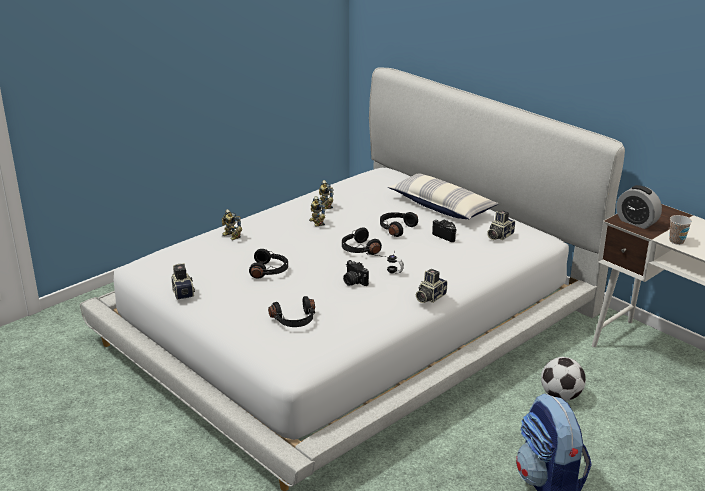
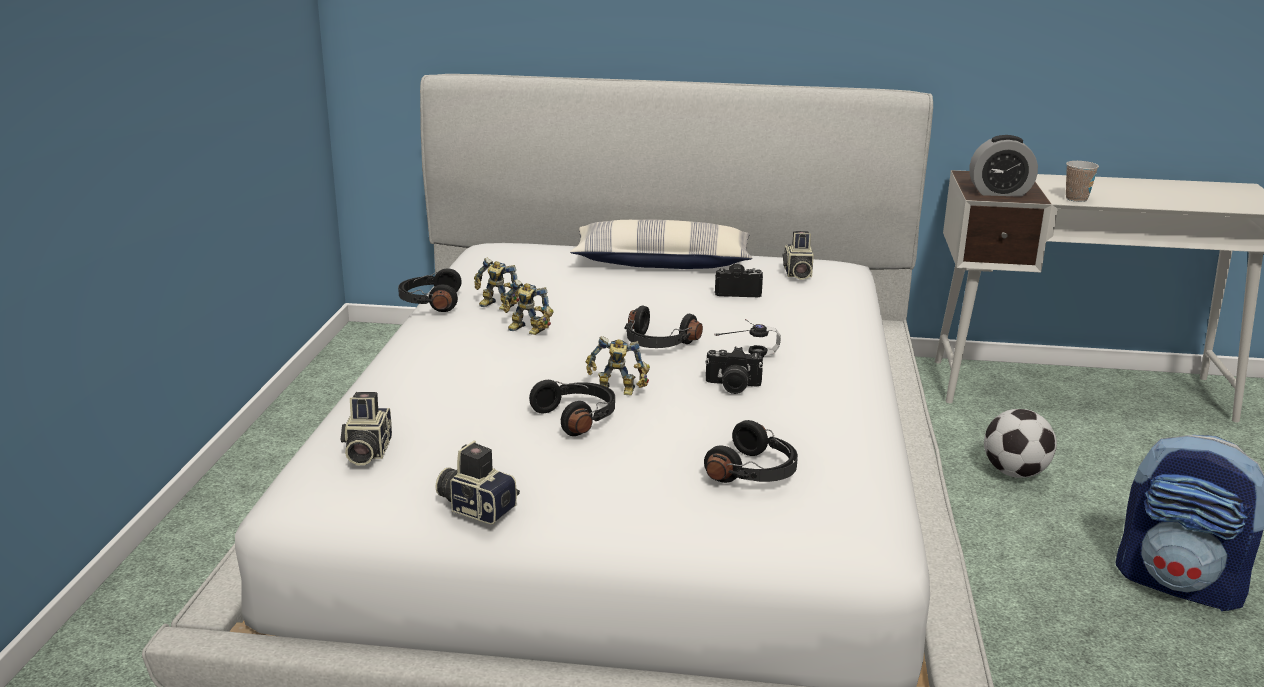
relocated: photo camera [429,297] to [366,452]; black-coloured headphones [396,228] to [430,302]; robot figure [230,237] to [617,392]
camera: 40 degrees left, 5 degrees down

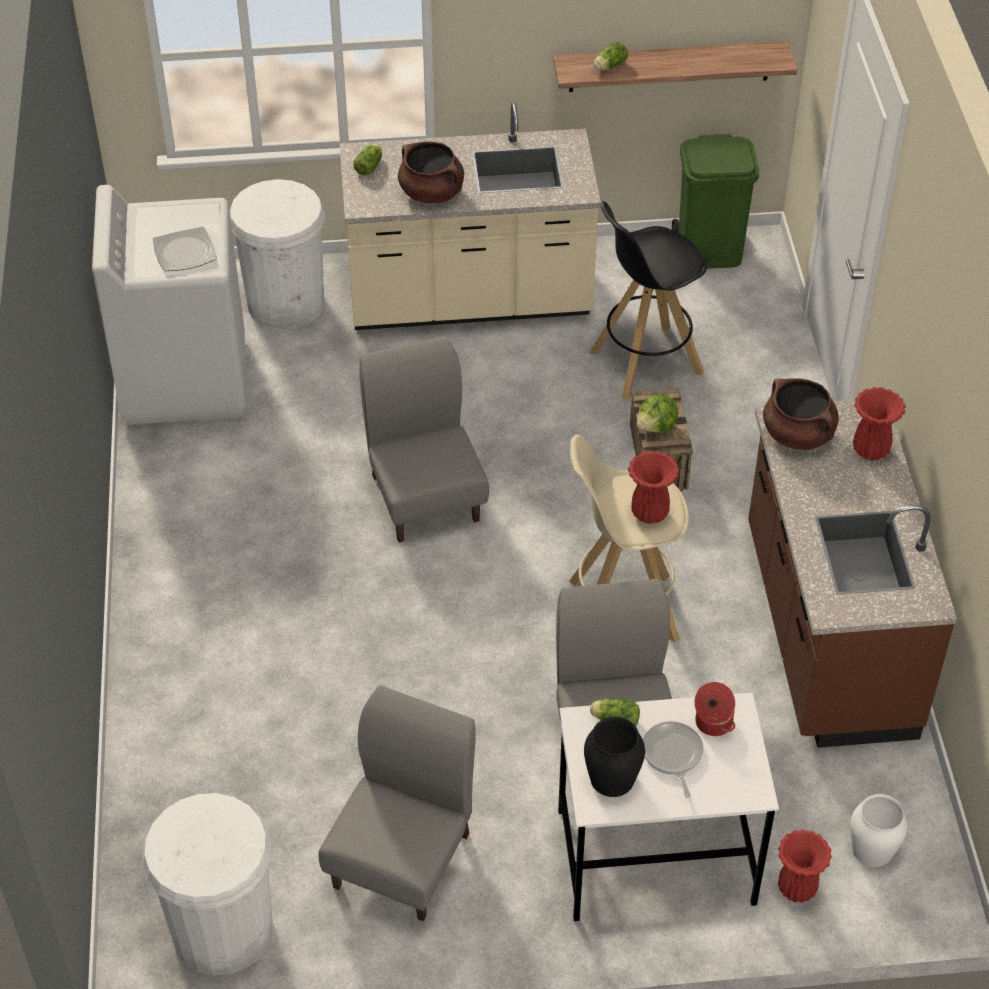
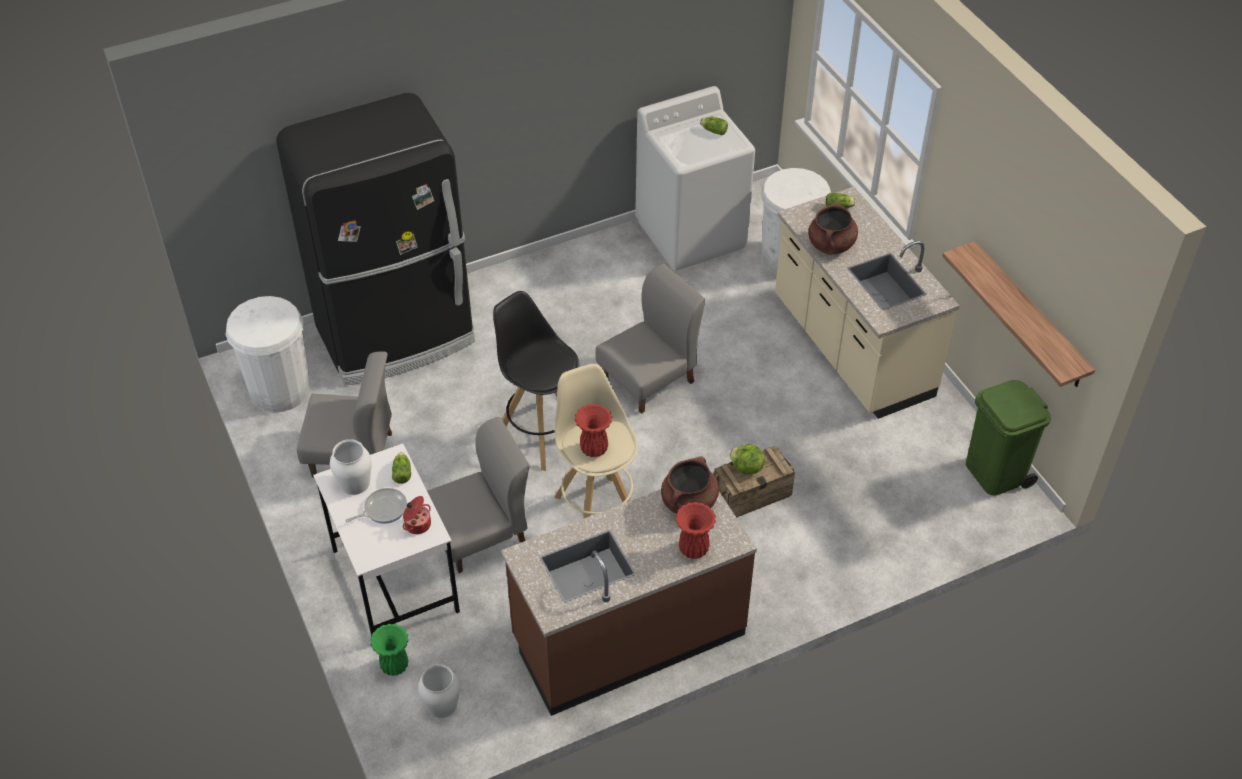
missing: plate [185,252]
appeared: black-coloured fridge [397,336]
relocated: black-coloured stool [644,362] to [541,434]; lettuce [608,66] to [713,130]
colour: black-coloured flower vase [611,778] to white-coloured flower vase [355,482]; red-coloured flower vase [796,889] to green-coloured flower vase [394,666]
camera: 70 degrees right, 0 degrees up

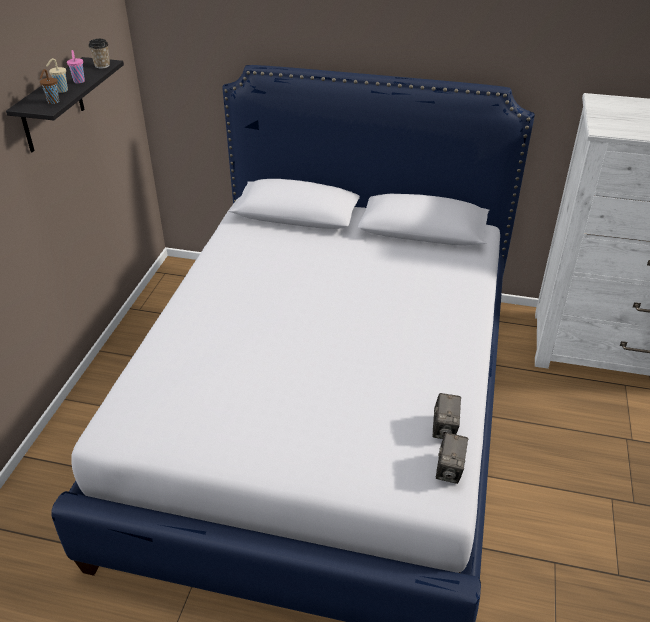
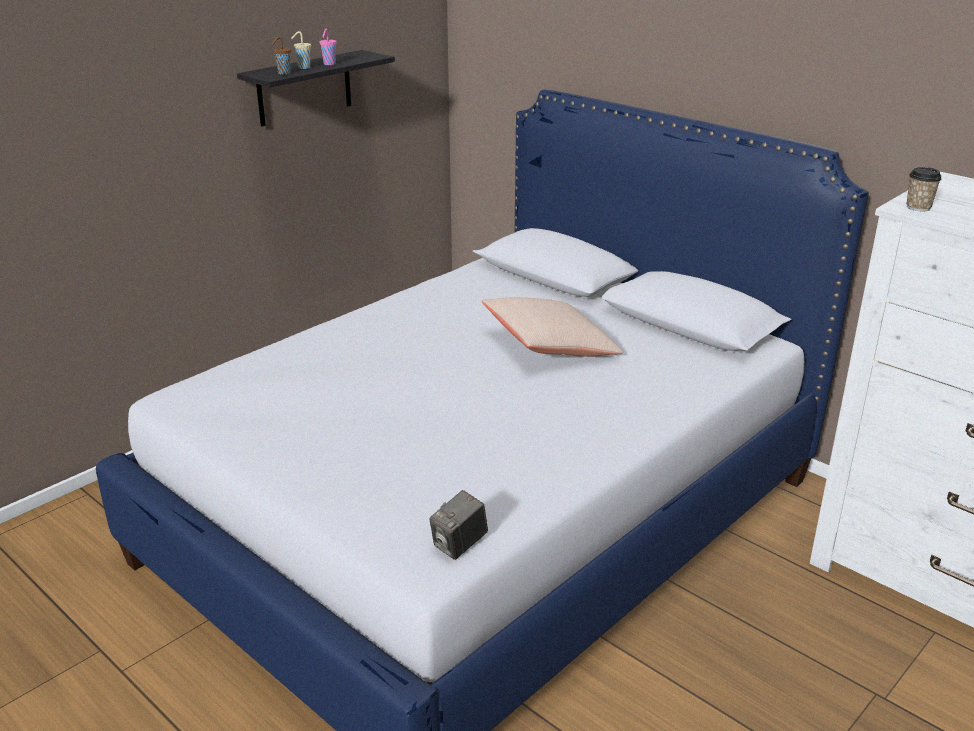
missing: photo camera [444,429]
appeared: beige-coloured throw pillow [550,346]
relocated: cup [102,65] to [918,207]
camera: 30 degrees right, 10 degrees down

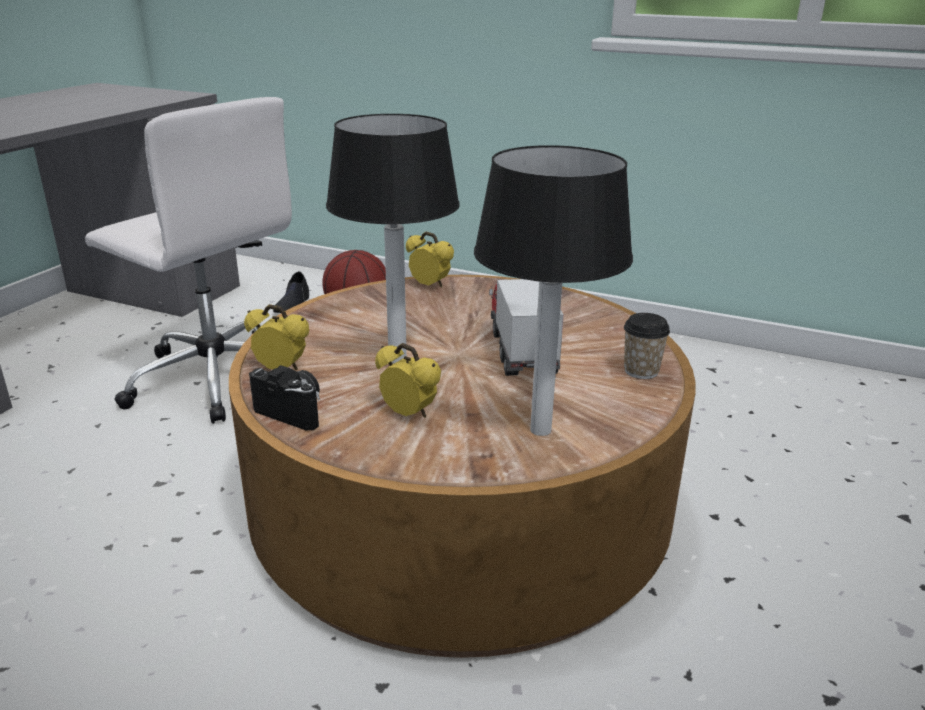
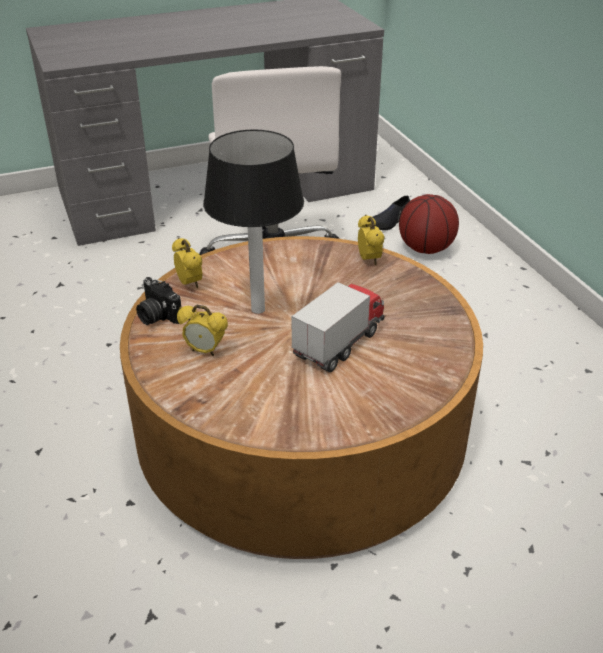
missing: lamp for a table [541,430]; cup [641,371]
spun: photo camera [294,412] = [157,316] 150 degrees clockwise; table clock [408,415] = [205,351] 120 degrees clockwise
camera: 45 degrees right, 10 degrees up

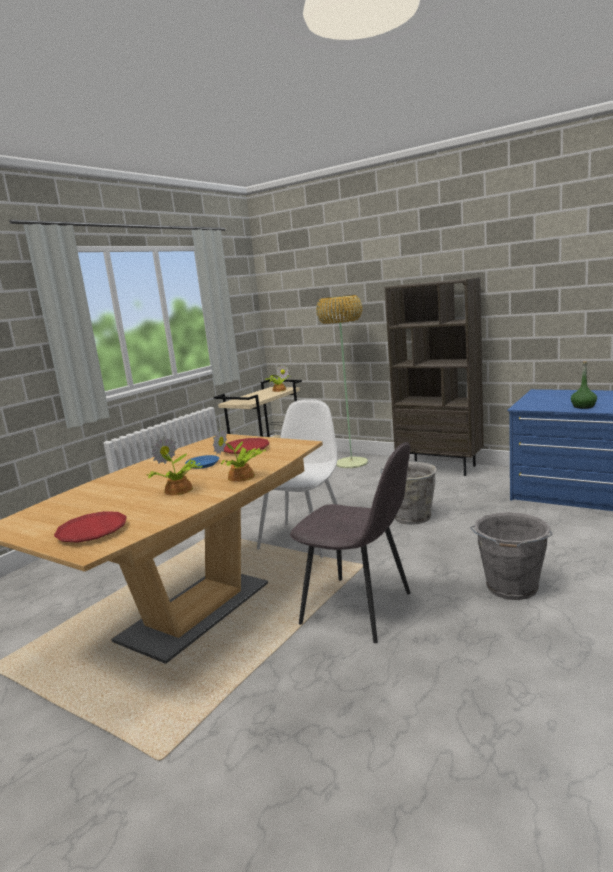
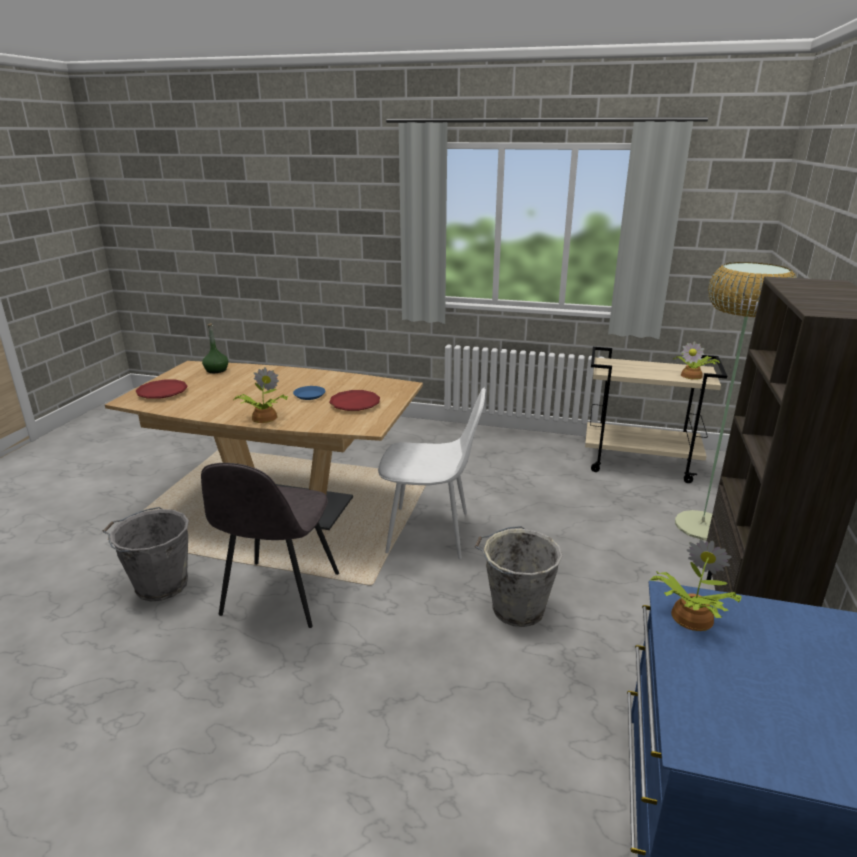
relocated: grey water bucket [511,588] to [159,585]; green-coloured drink bottle [583,406] to [216,370]; potted plant [178,490] to [690,617]
camera: 70 degrees right, 10 degrees up

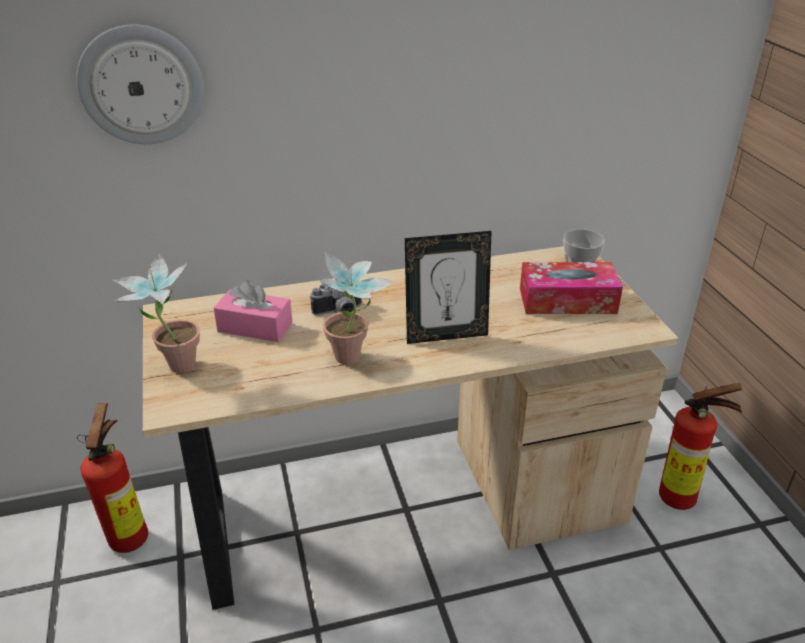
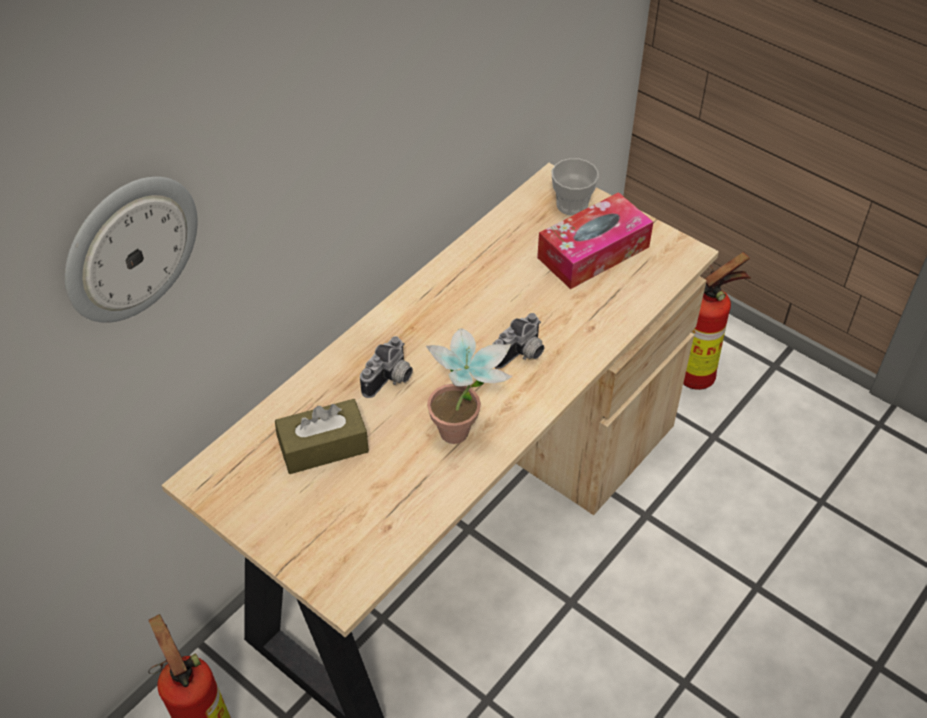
missing: potted plant [172,366]
exchanged: picture frame [446,335] to photo camera [521,355]
colour: pinkish tissue box [255,327] to brownish tissue box [323,446]
camera: 35 degrees left, 15 degrees up

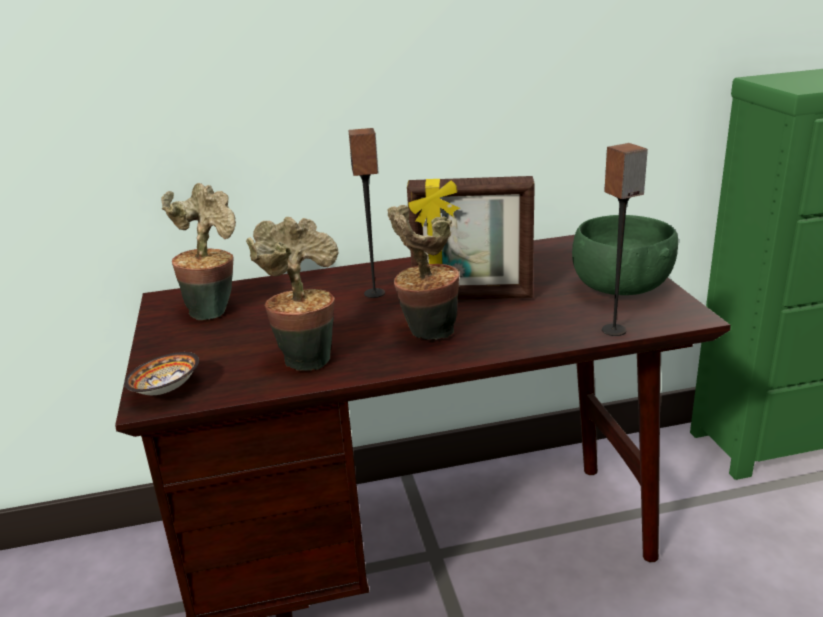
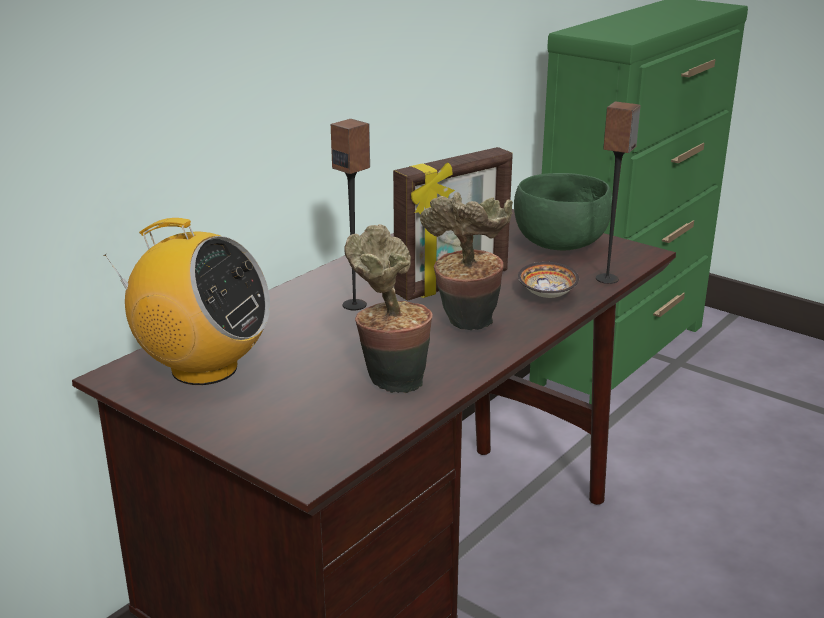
relocated: deep dish [166,389] to [547,295]
exchanged: potted plant [214,309] to radio receiver [203,368]
camera: 40 degrees left, 0 degrees up

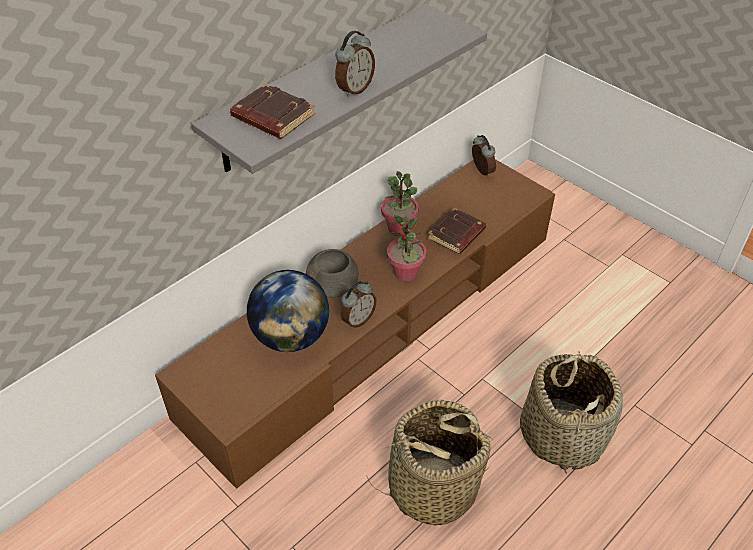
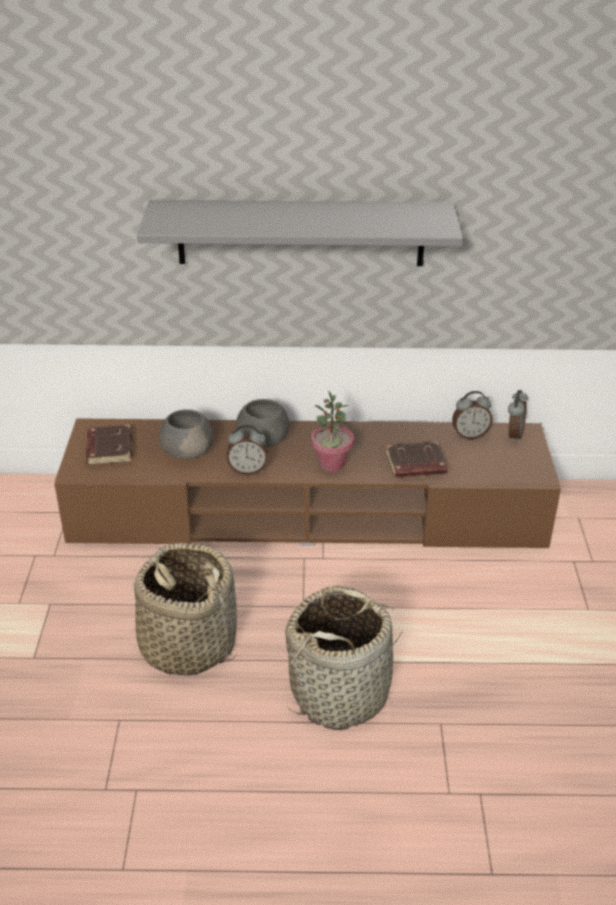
missing: potted plant [399,228]
relocated: brownish book [271,117] to [108,449]; table clock [354,89] to [469,435]
exchanged: world globe [291,336] to grey deep dish [187,451]
camera: 45 degrees right, 10 degrees down

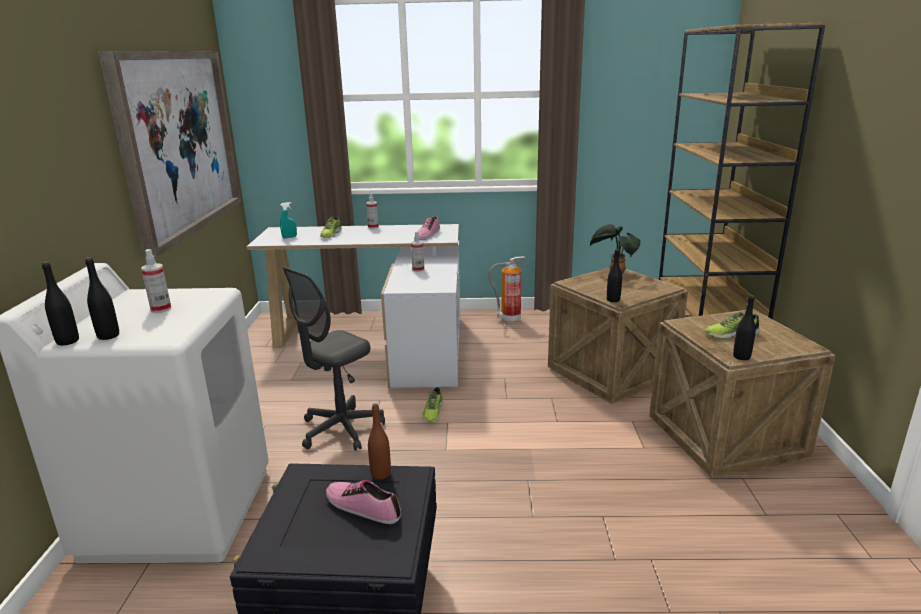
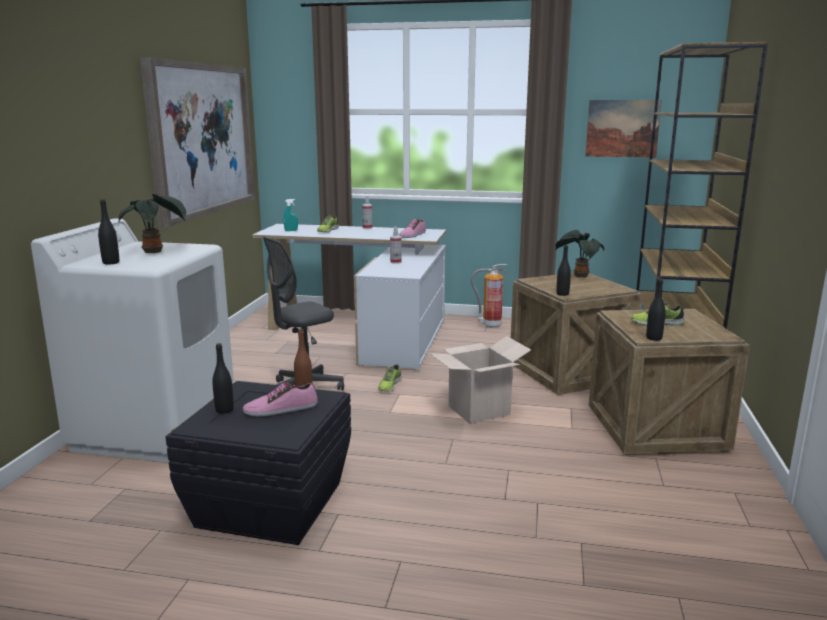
appeared: carton [478,410]; picture [622,128]
relocated: black-coloured drink bottle [67,341] to [224,410]
exchanged: spray bottle [161,309] to potted plant [155,252]
spun: item of footwear [363,506] = [280,409] 60 degrees counterclockwise
camera: 10 degrees right, 5 degrees down

